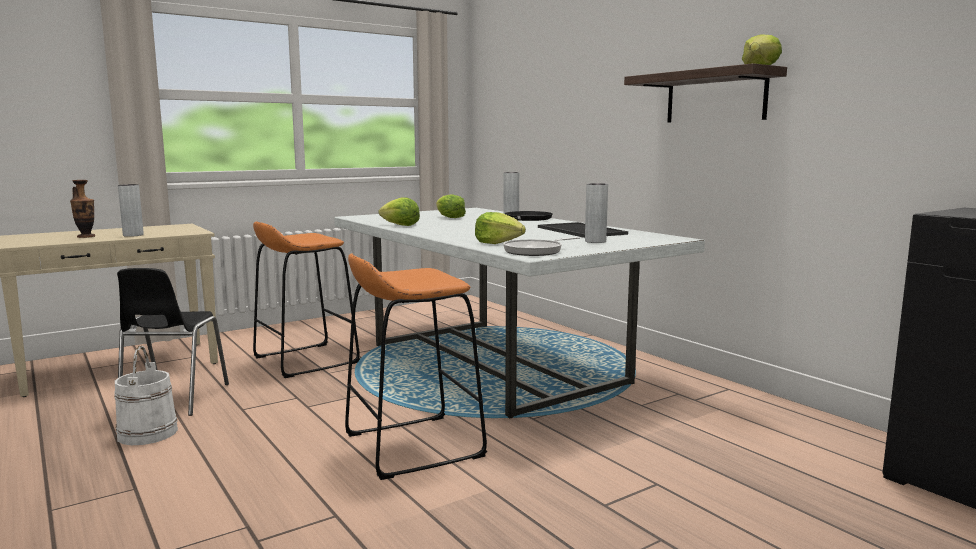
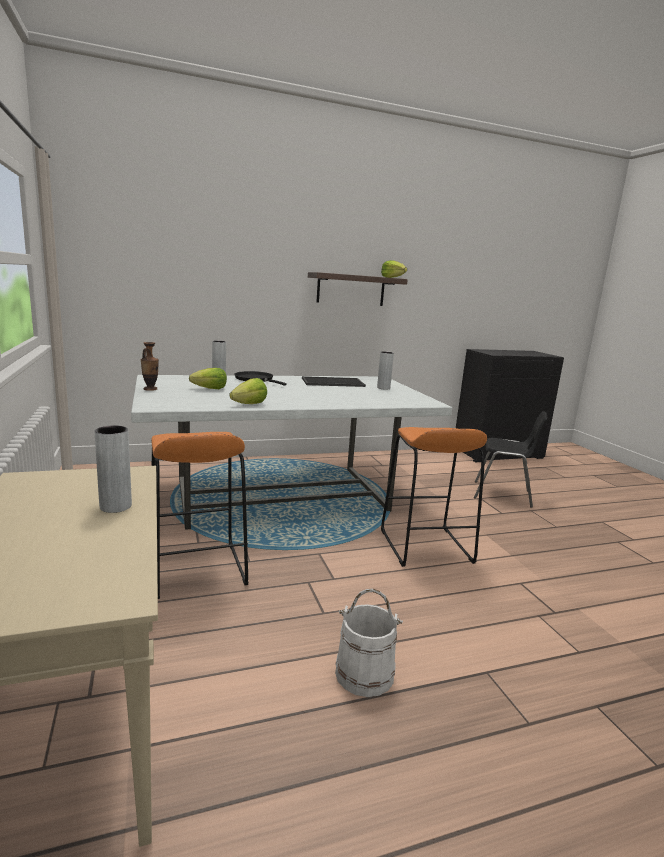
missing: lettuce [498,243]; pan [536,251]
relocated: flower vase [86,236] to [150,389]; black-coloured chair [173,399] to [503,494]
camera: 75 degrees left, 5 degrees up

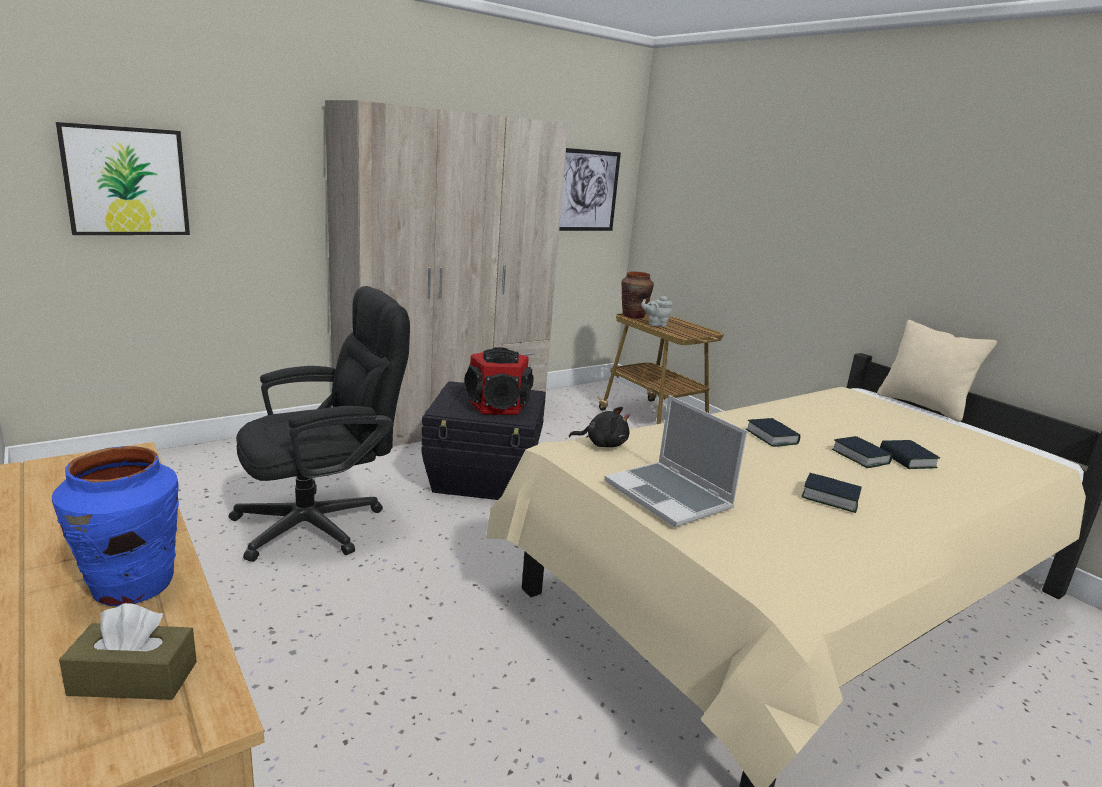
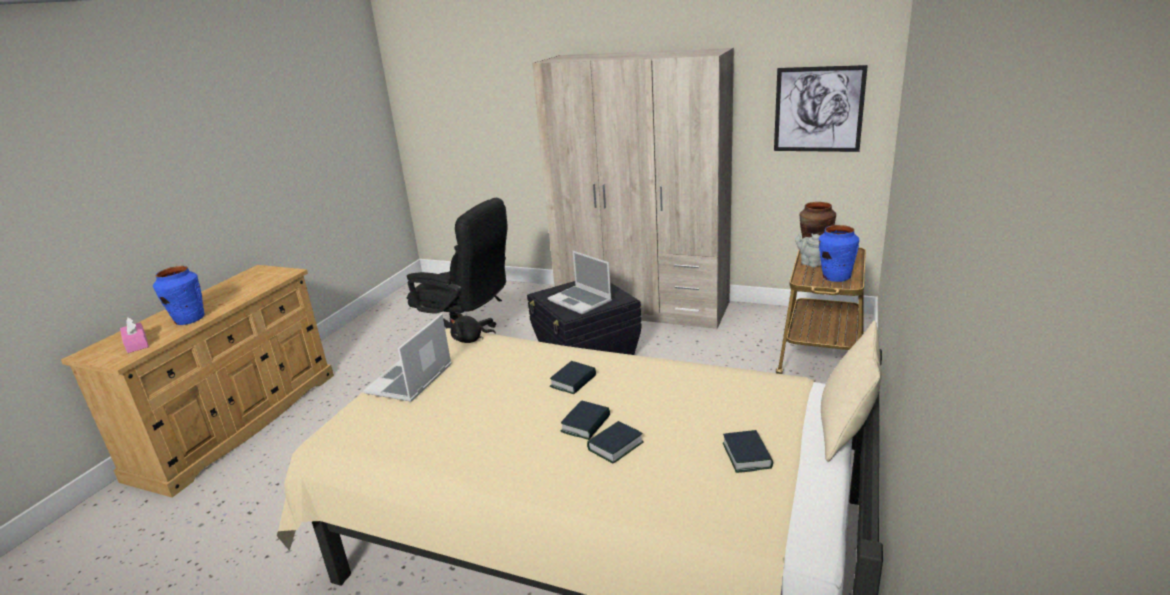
missing: picture [126,181]
appeared: blue flower vase [835,277]
relocated: book [830,498] to [747,455]
exchanged: audio speaker [498,405] to notebook computer [581,301]
colour: brownish tissue box [133,678] to pinkish tissue box [136,344]
spun: black-coloured plush toy [603,444] = [470,340] 105 degrees clockwise
camera: 60 degrees right, 5 degrees up

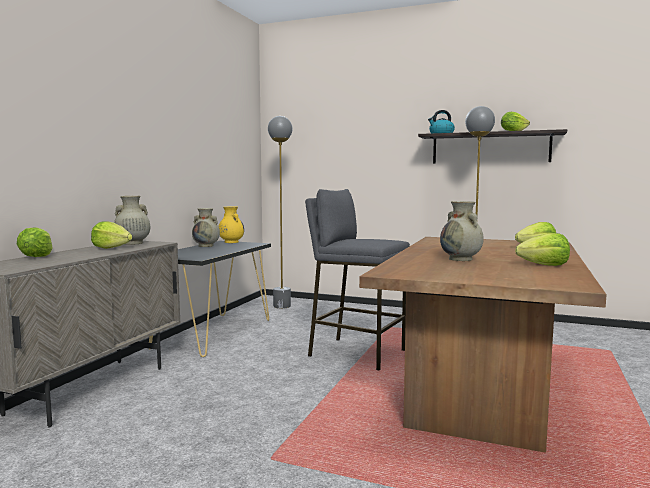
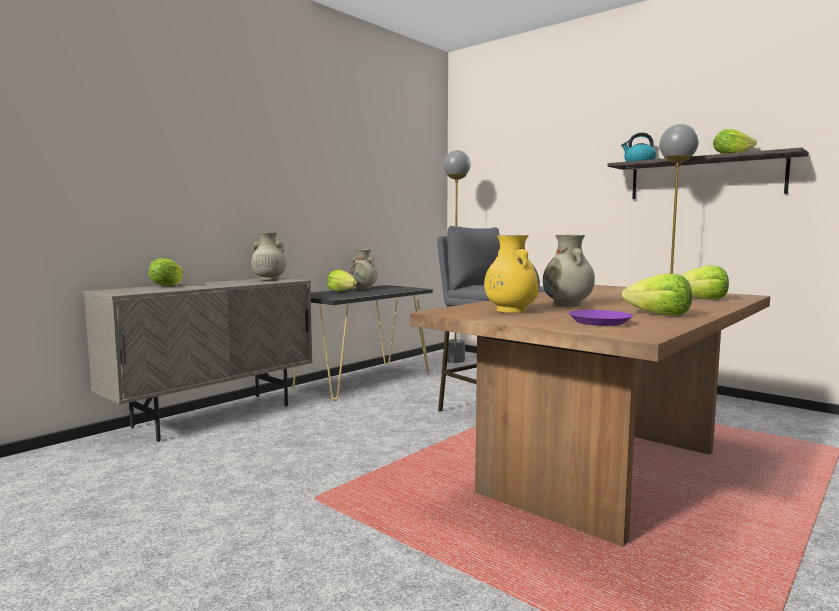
appeared: purple-coloured plate [599,322]
relocated: lettuce [111,248] to [341,291]; yellowish flower vase [231,242] to [510,311]
camera: 20 degrees right, 0 degrees up

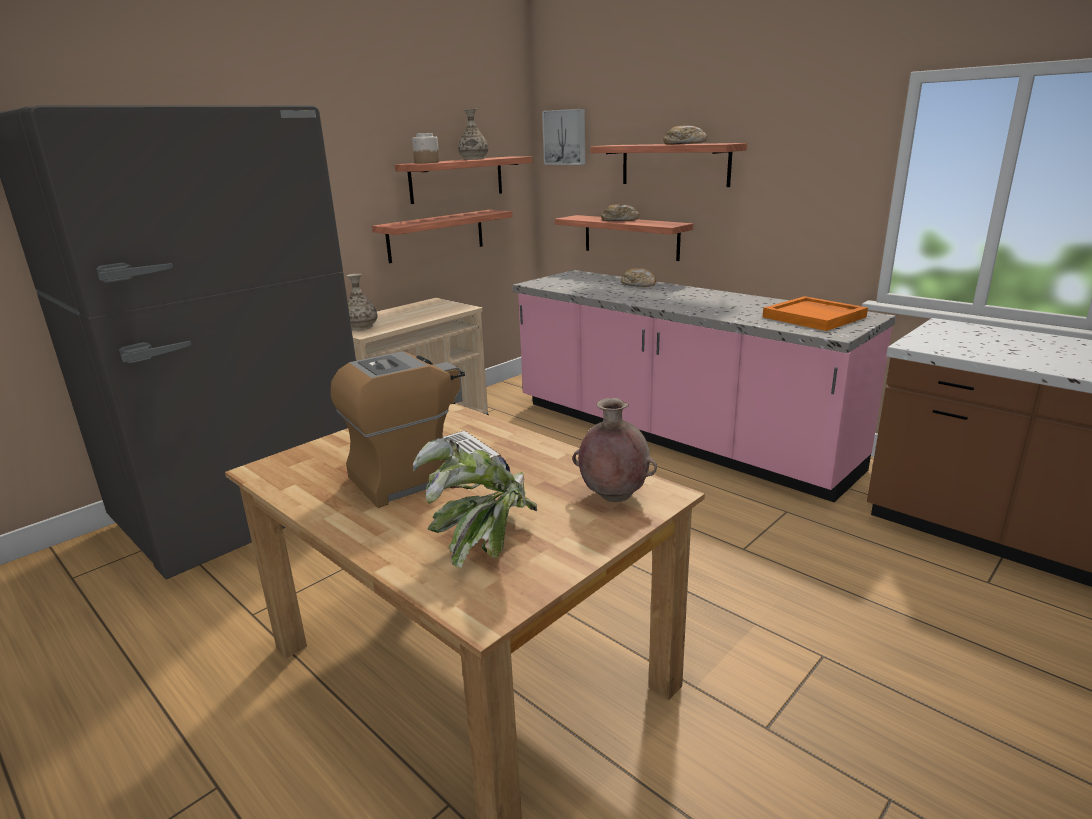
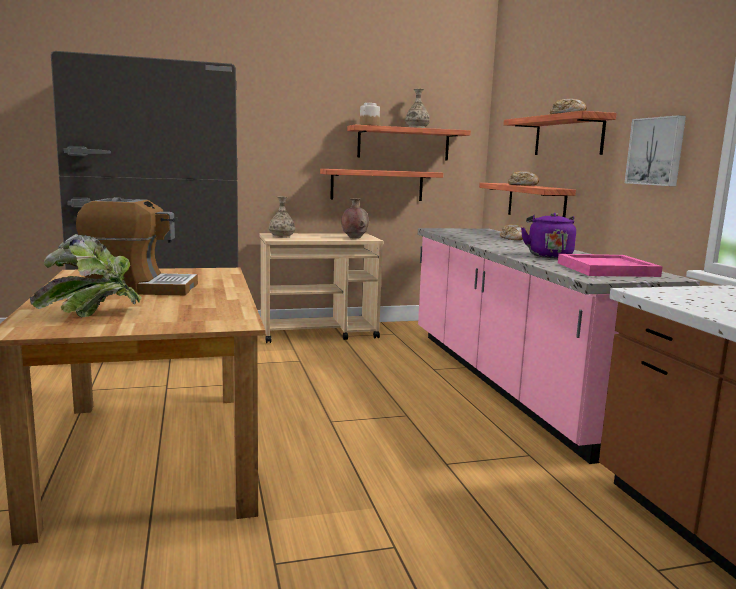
appeared: purple-coloured water kettle [548,256]
relocated: brownish flower vase [613,496] to [354,238]; picture [565,137] to [656,151]
colour: orange serving tray [815,317] to pinkish serving tray [607,269]
camera: 30 degrees right, 10 degrees down

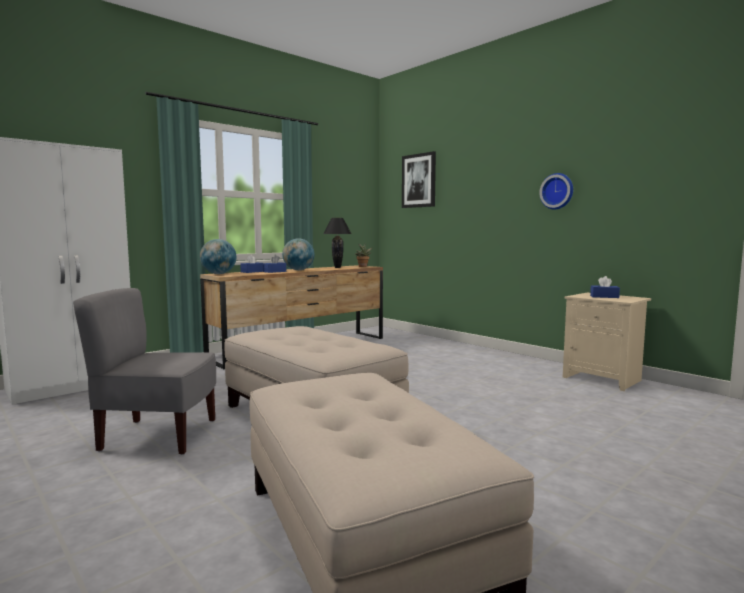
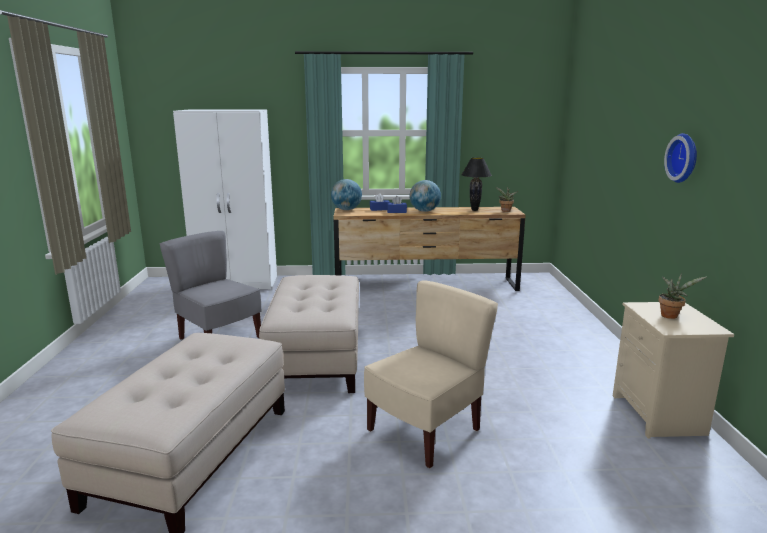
missing: picture [419,180]
appeared: beige-coloured chair [425,431]
exchanged: blue tissue box [604,297] to potted plant [671,315]
camera: 40 degrees right, 10 degrees up

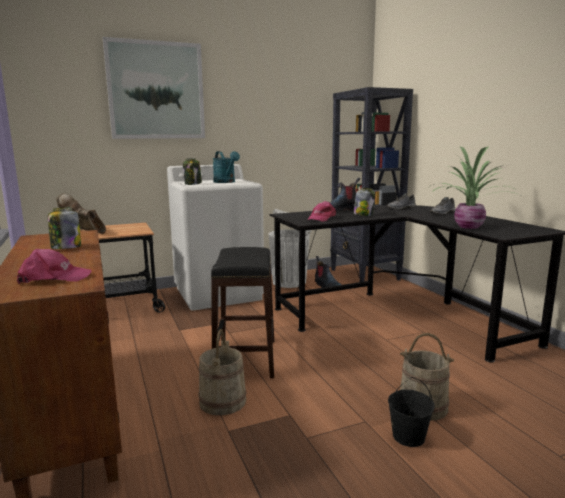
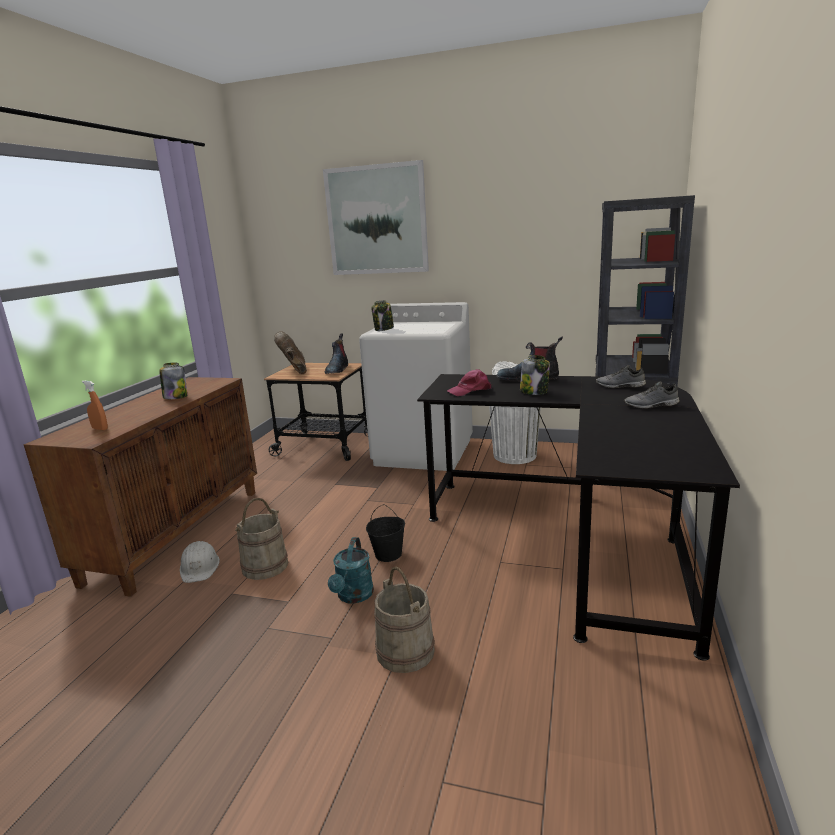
missing: black-coloured stool [245,358]; potted plant [470,226]
appeared: white-coloured work helmet [200,567]
relocated: tall boot [327,286] to [337,369]; turquoise sprinkling can [226,182] to [353,596]; black-coloured water bucket [408,436] to [388,554]
exchanged: pinkish baseball cap [54,278] to orange spray bottle [100,429]
camera: 40 degrees right, 5 degrees up

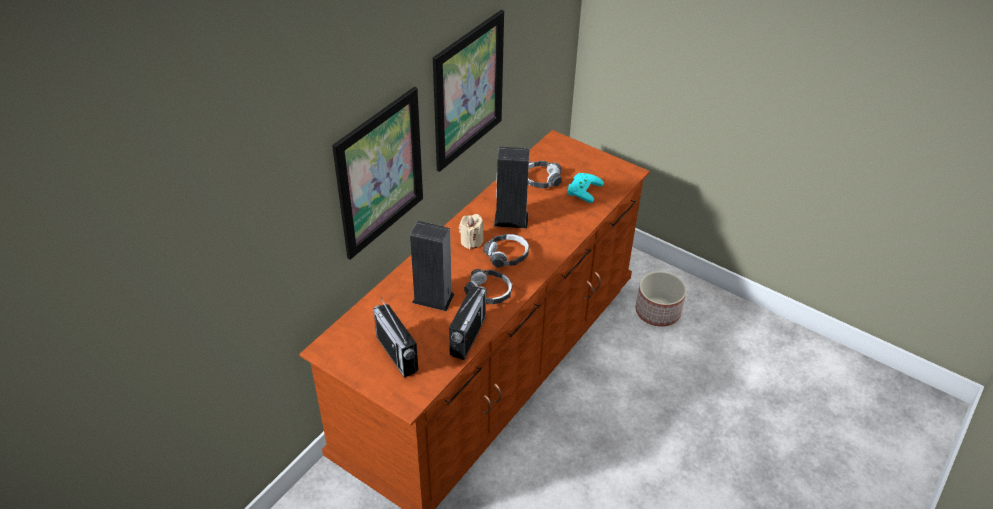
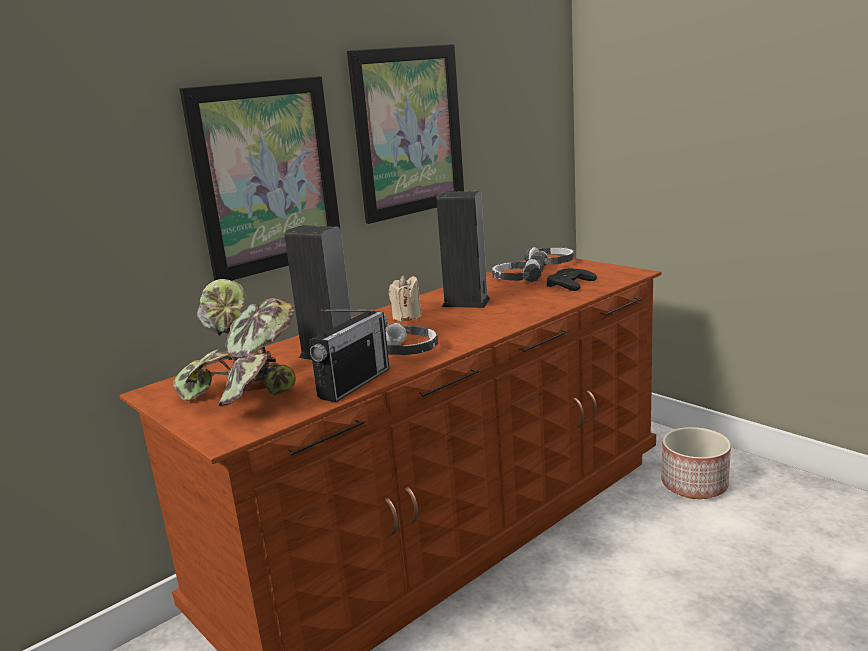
relocated: headphones [507,255] to [550,263]
exchanged: radio receiver [397,354] to potted plant [245,396]
colour: turquoise gamepad [582,189] to black-coloured gamepad [567,283]
camera: 15 degrees right, 25 degrees down

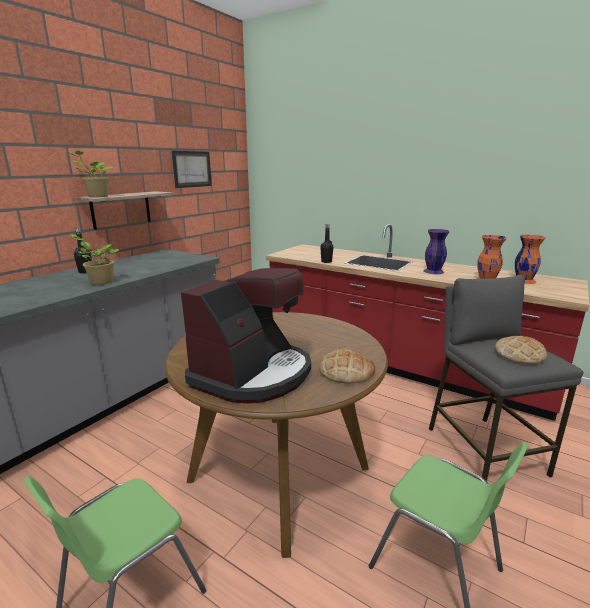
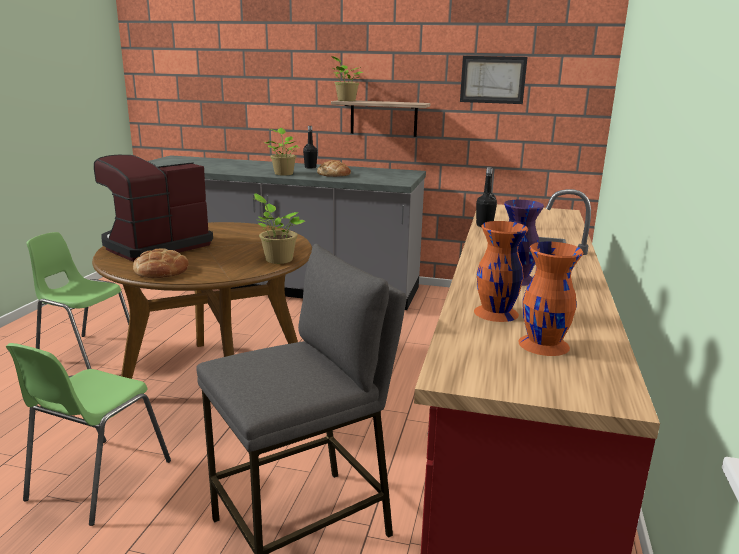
appeared: potted plant [277,259]
relocated: bakery bread [519,355] to [334,174]
spun: coffee maker [253,374] = [155,246] 120 degrees clockwise
camera: 70 degrees right, 0 degrees up

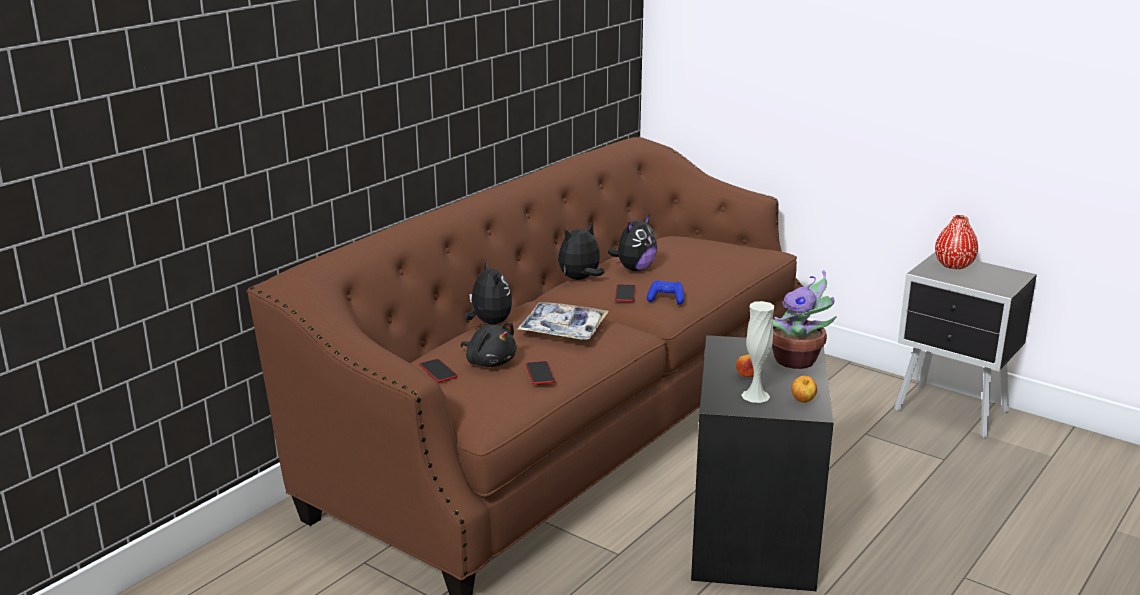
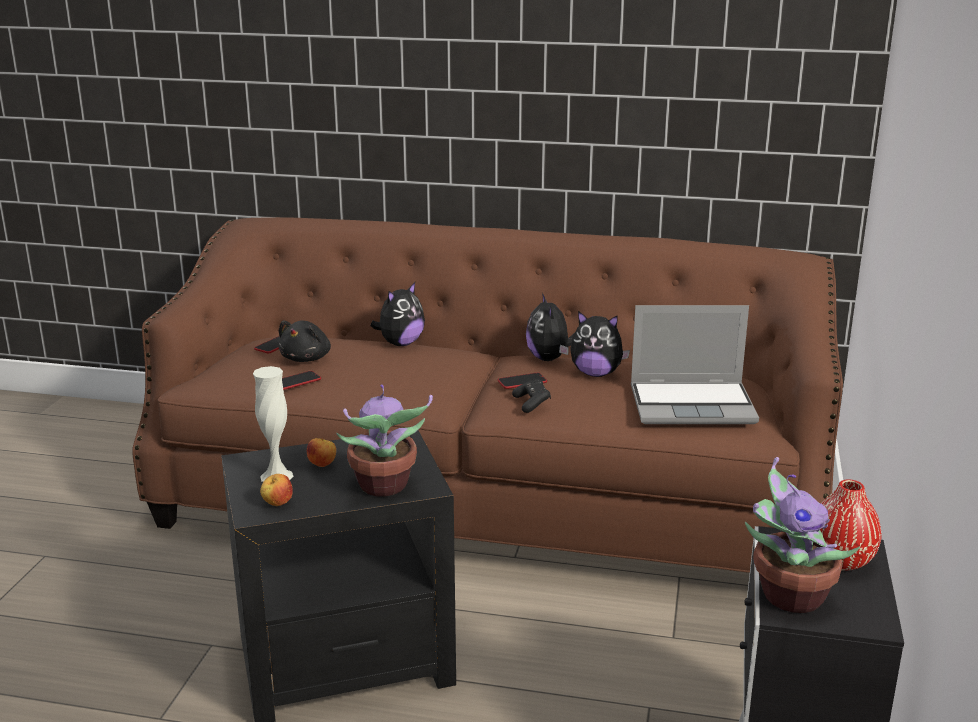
missing: serving tray [563,330]
appeared: notebook computer [693,405]; potted plant [788,595]
colour: blue gamepad [666,299] to black-coloured gamepad [532,403]
spun: plush toy [580,279] = [549,358] 135 degrees counterclockwise
camera: 65 degrees right, 0 degrees up

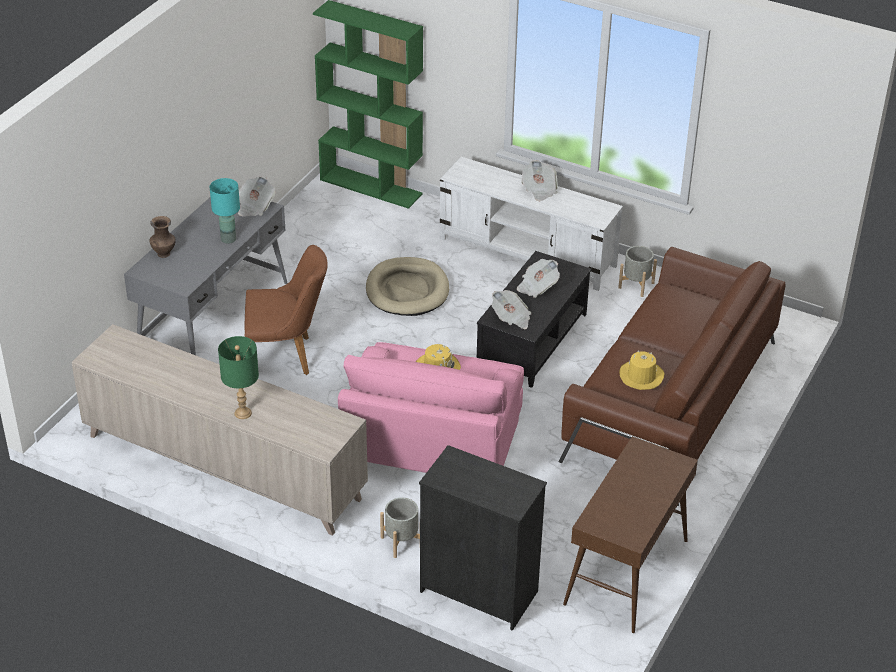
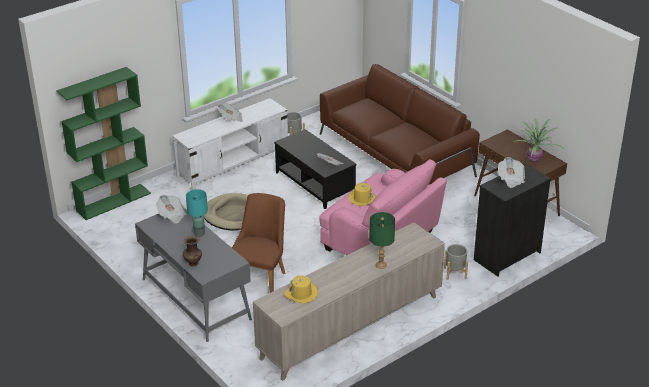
appeared: potted plant [535,159]
relocated: yellowish hat [641,376] to [301,294]; daily paper [537,287] to [510,179]
camera: 65 degrees left, 5 degrees down

